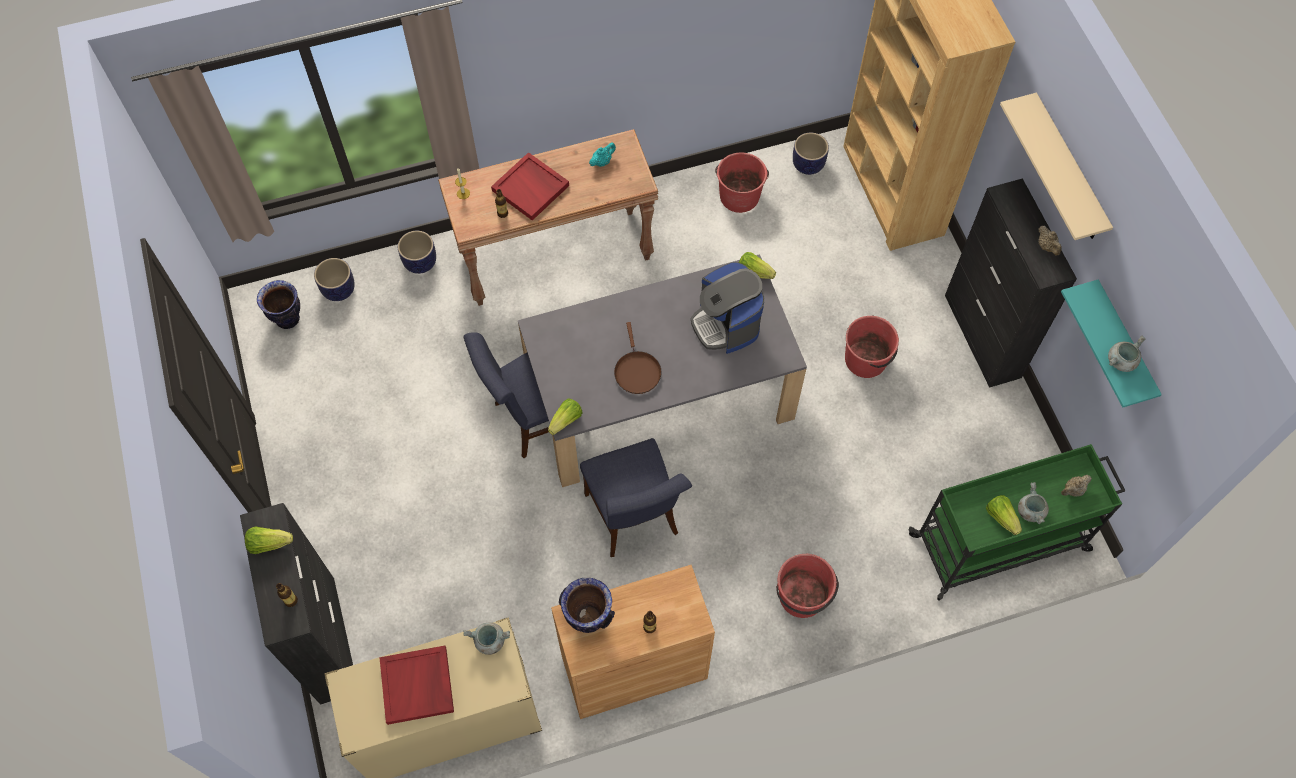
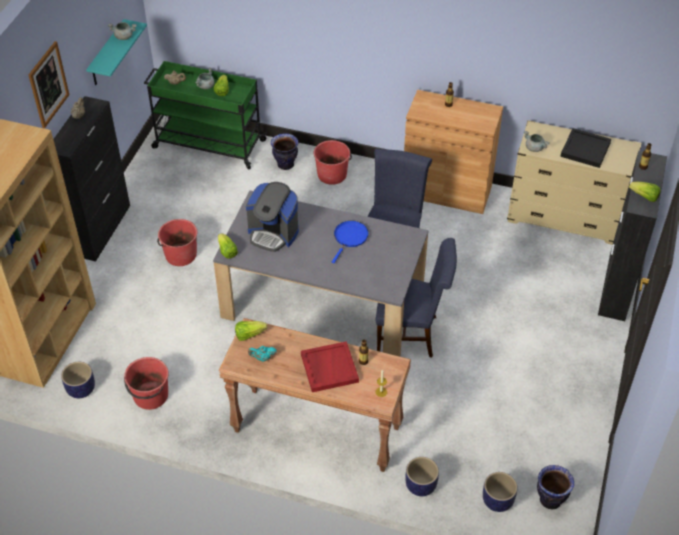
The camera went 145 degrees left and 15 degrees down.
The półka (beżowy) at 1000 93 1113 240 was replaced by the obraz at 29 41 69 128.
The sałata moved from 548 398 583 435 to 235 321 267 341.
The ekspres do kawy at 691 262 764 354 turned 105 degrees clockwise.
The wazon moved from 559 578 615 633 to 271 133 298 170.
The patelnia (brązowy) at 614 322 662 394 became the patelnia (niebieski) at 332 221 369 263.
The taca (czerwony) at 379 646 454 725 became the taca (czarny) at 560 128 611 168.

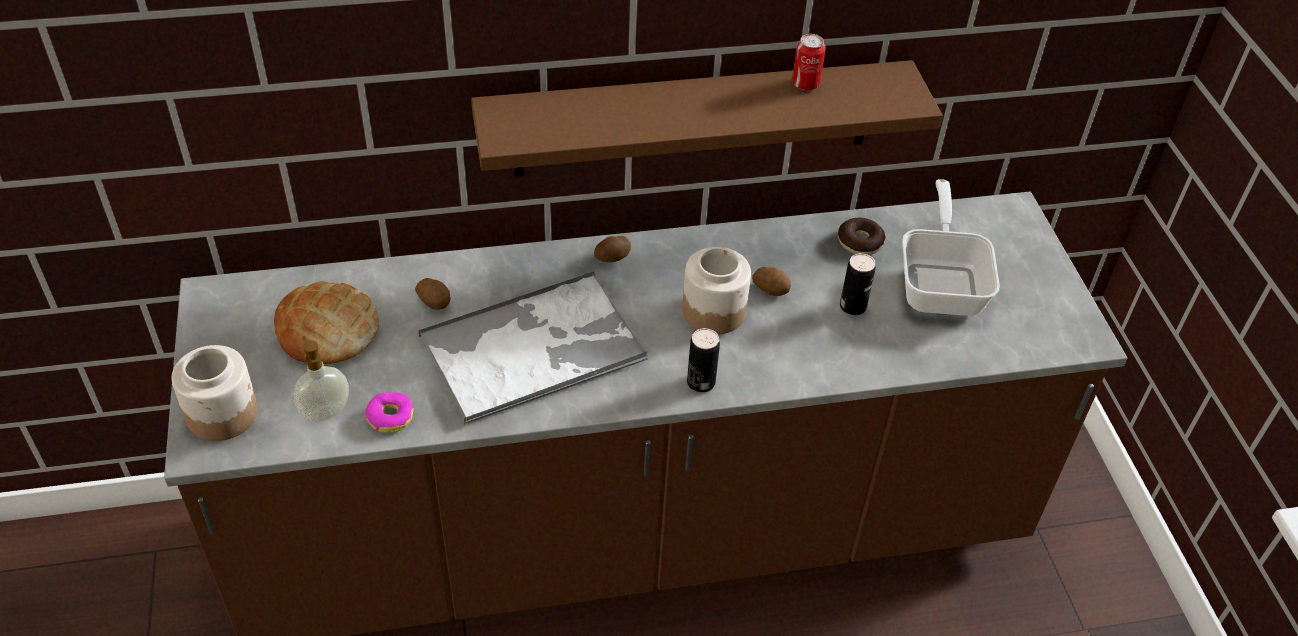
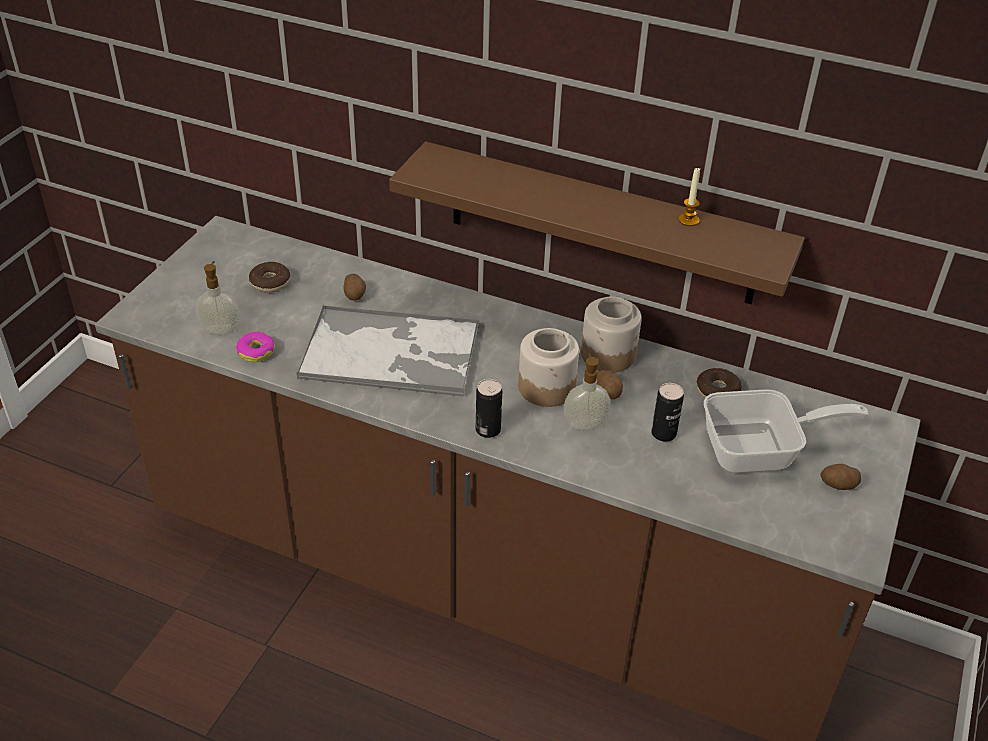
The camera went 35 degrees right and 5 degrees down.
The chleb at 274 281 379 364 was replaced by the donut at 249 262 290 293.
The dozownik mydła at 564 353 611 430 appeared.
The słoik moved from 171 345 258 441 to 581 296 642 373.
The puszka at 792 34 826 90 was replaced by the świeca at 678 167 700 226.
The patelnia at 902 179 1000 316 turned 45 degrees clockwise.
The ziemniak moved from 594 236 631 262 to 820 464 861 490.

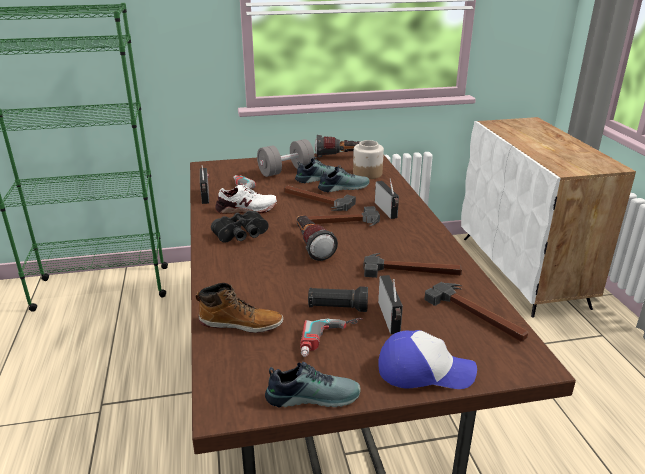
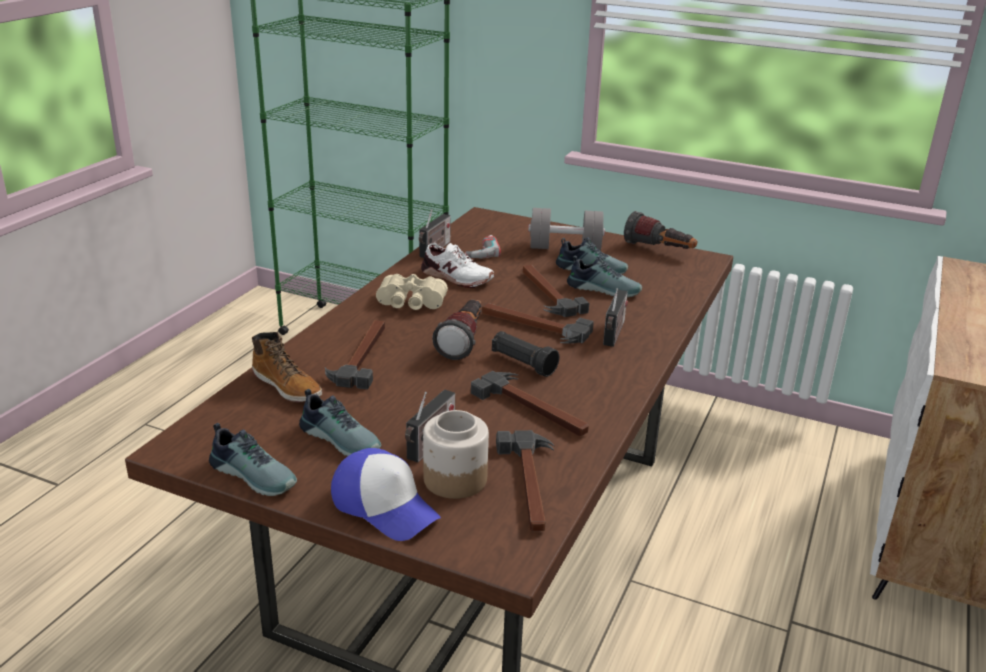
The camera went 35 degrees right and 0 degrees up.
The wiertarka at 300 318 363 357 was replaced by the but at 299 389 381 456.
The młotek at 325 320 385 390 appeared.
The lornetka (czarny) at 211 211 269 243 became the lornetka (beżowy) at 376 274 448 310.
The słoik moved from 353 140 384 179 to 423 410 489 499.
The latarka (czarny) moved from 308 286 368 312 to 492 331 559 377.

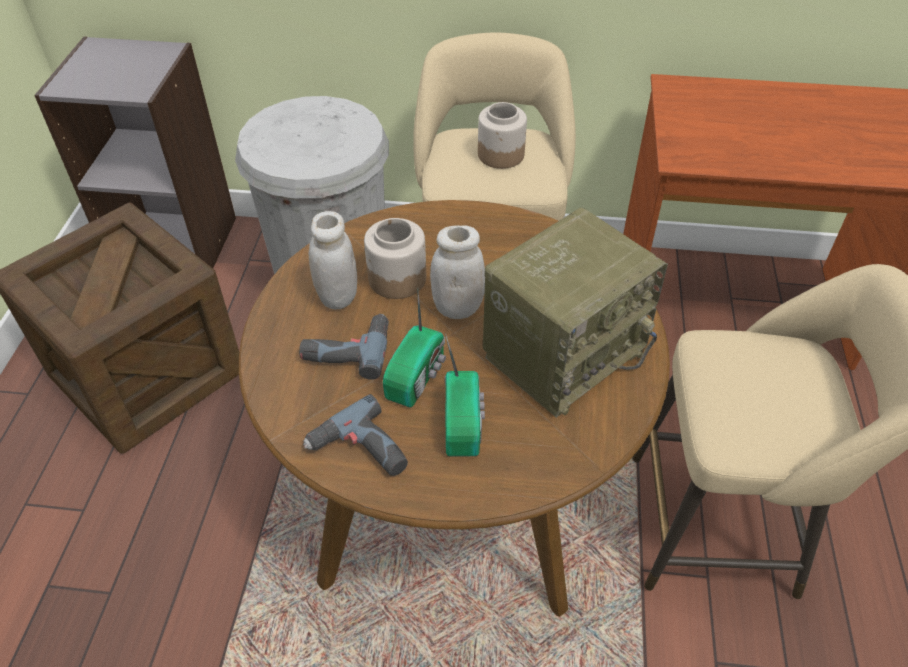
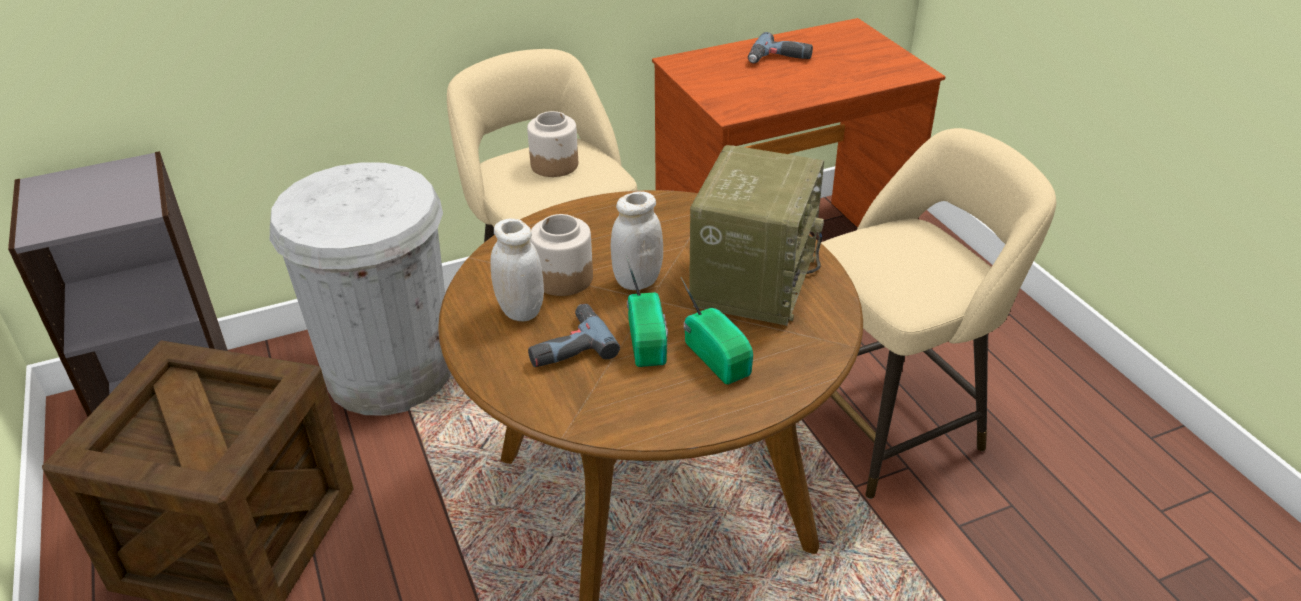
The camera went 30 degrees left and 10 degrees down.
The wiertarka moved from 303 394 408 476 to 748 32 813 63.

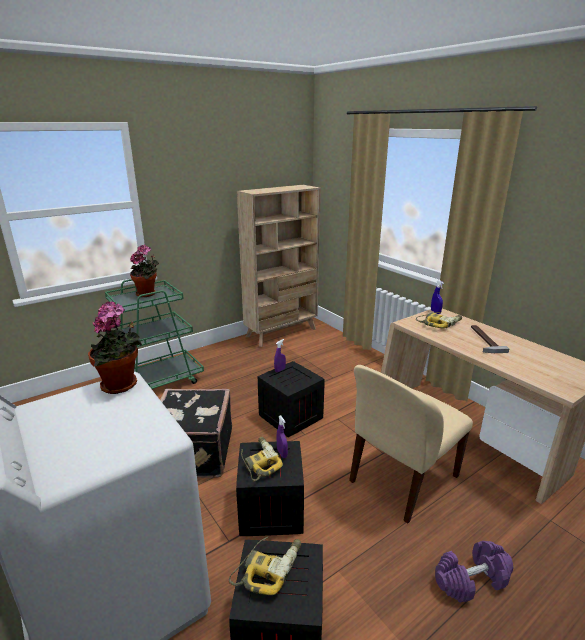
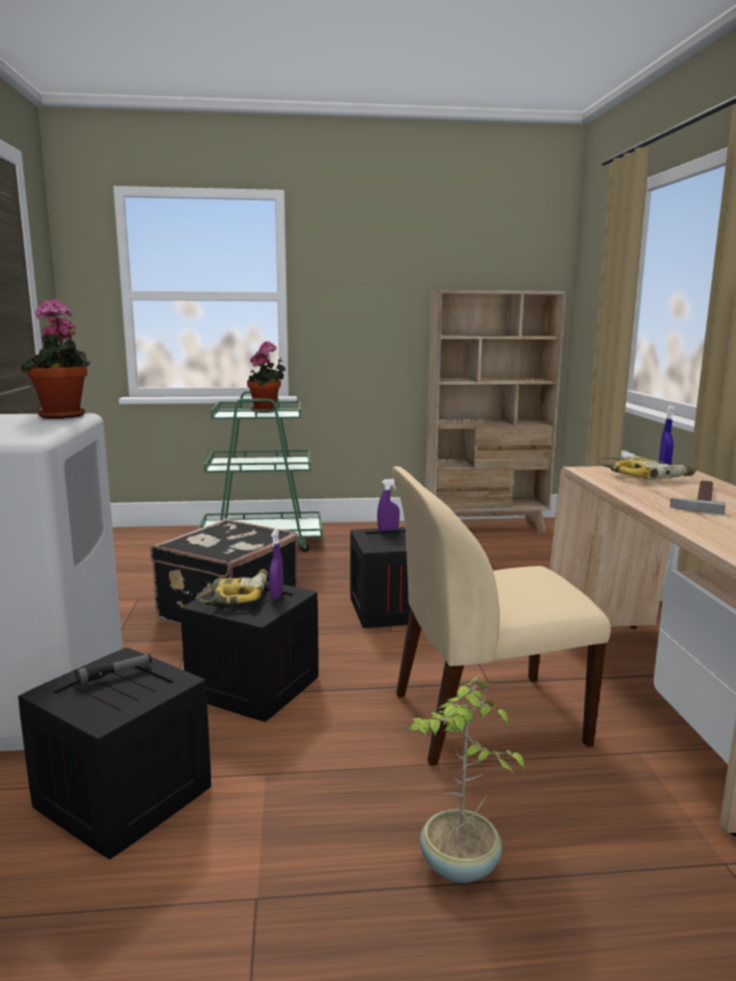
The camera went 30 degrees right and 10 degrees down.
The wiertarka at 229 537 301 595 was replaced by the latarka at 75 654 152 684.
The hantel (fioletowy) at 435 541 513 602 was replaced by the roślina doniczkowa at 408 677 526 883.

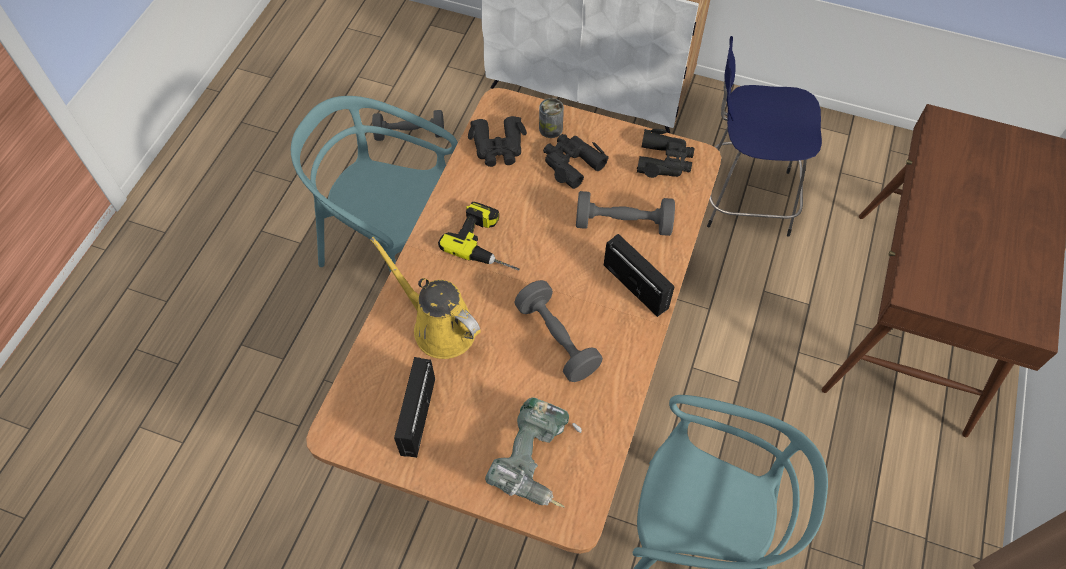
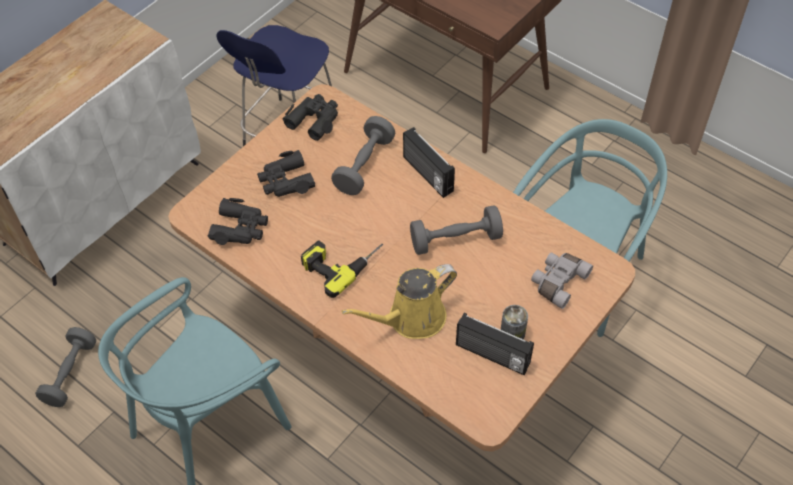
The camera went 70 degrees left and 5 degrees down.
The radio at 604 234 674 317 turned 105 degrees counterclockwise.
The puszka moved from 539 98 564 138 to 501 305 528 339.
The wiertarka at 485 397 582 508 was replaced by the lornetka (szary) at 531 252 593 309.

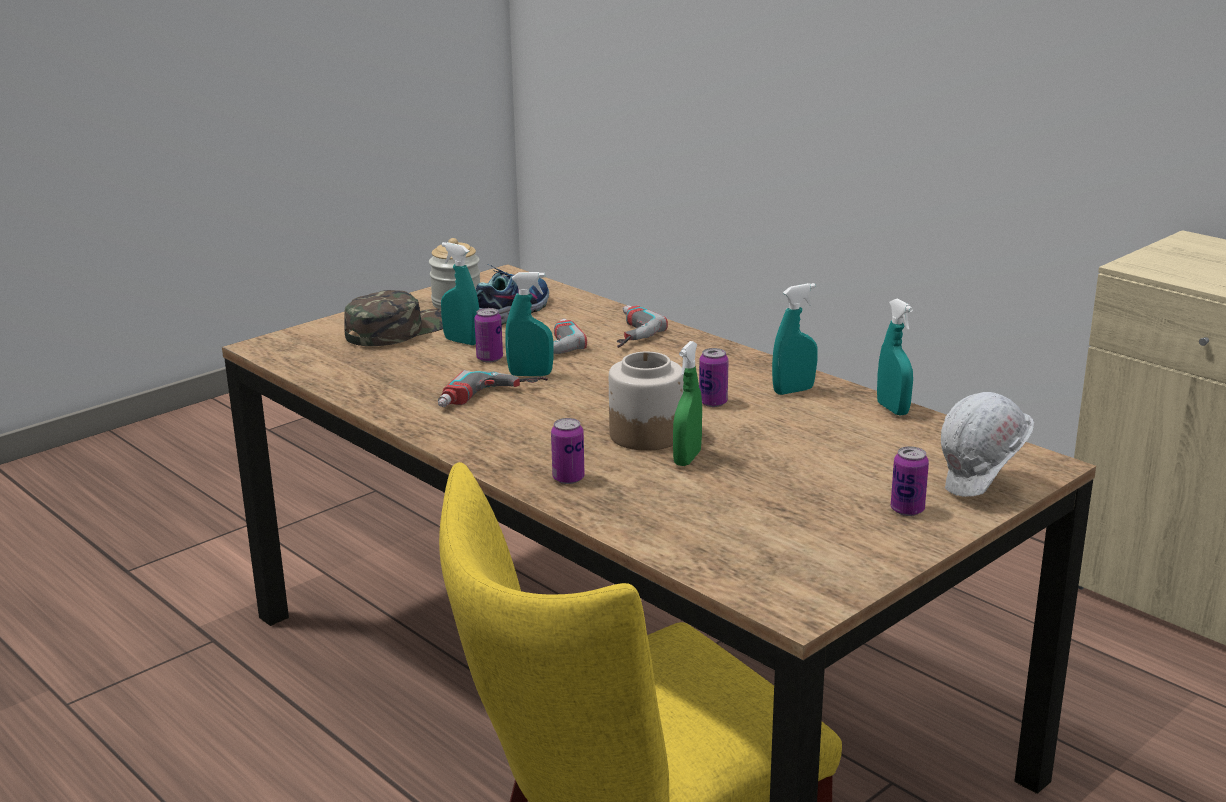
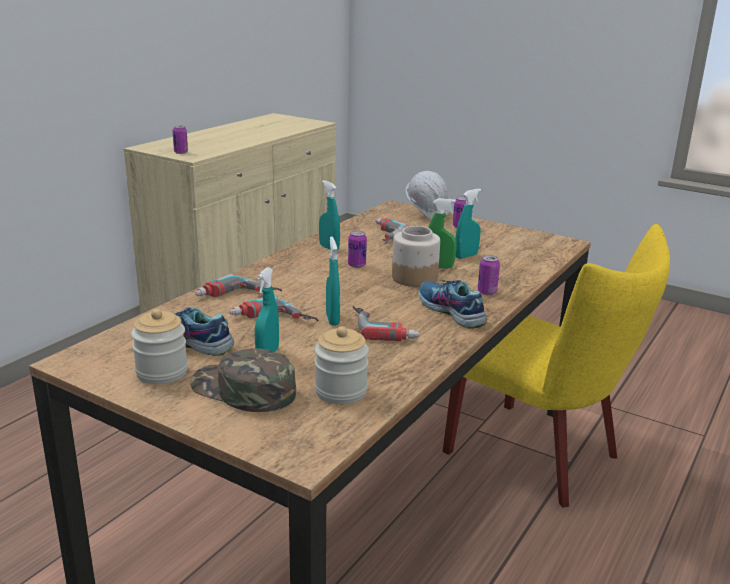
The camera went 105 degrees left and 0 degrees up.
The puszka moved from 474 308 503 363 to 172 126 188 154.
The słoik at 314 326 369 404 appeared.
The wiertarka at 375 218 409 244 appeared.
The but at 419 280 487 329 appeared.
The spryskiwacz (turkusowy) moved from 877 299 913 416 to 455 189 481 259.

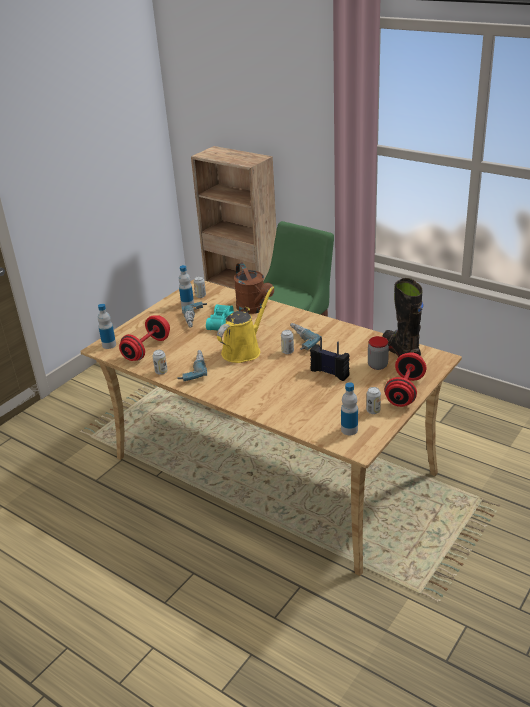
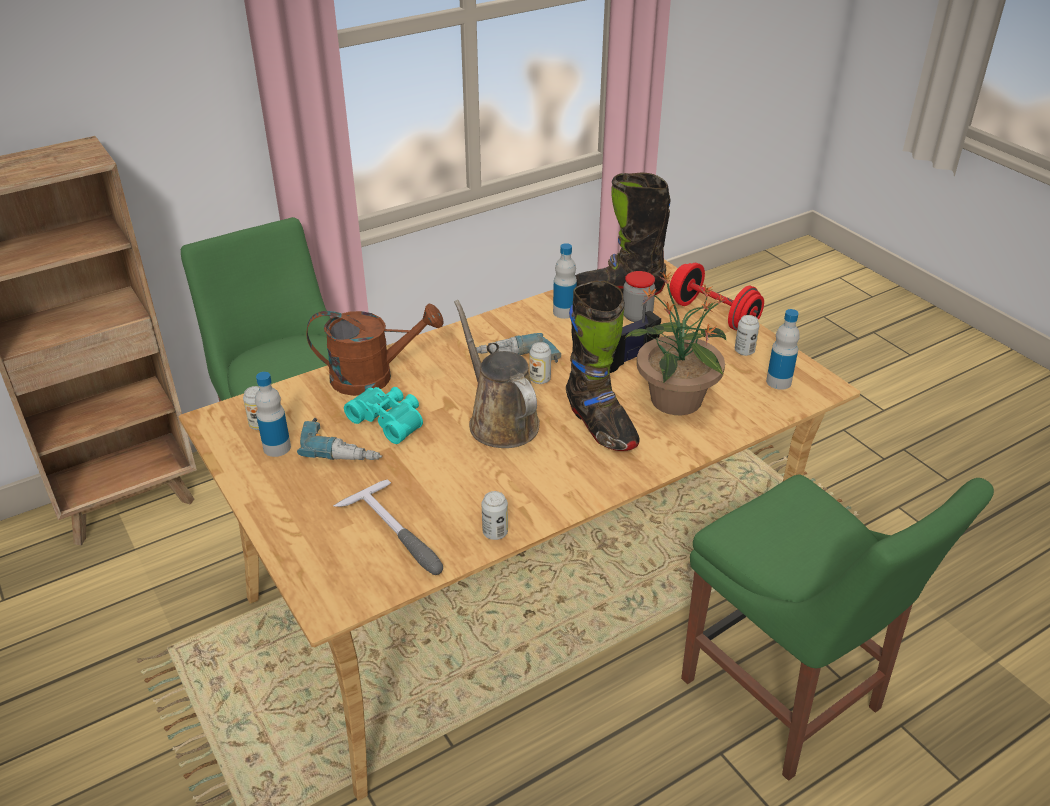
The camera went 70 degrees left and 5 degrees up.
The hantel (czerwony) at 119 316 170 361 was replaced by the młotek at 333 479 443 575.
The konewka (żółty) at 217 286 274 363 became the konewka (brązowy) at 454 300 540 448.
The butelka moved from 98 304 116 349 to 553 243 577 319.
The but z cholewką (czarny) at 566 280 640 451 appeared.
The roślina doniczkowa at 625 271 726 415 appeared.
The krzesło (zielony) at 681 475 994 781 appeared.
The wiertarka at 177 350 207 381 disappeared.

